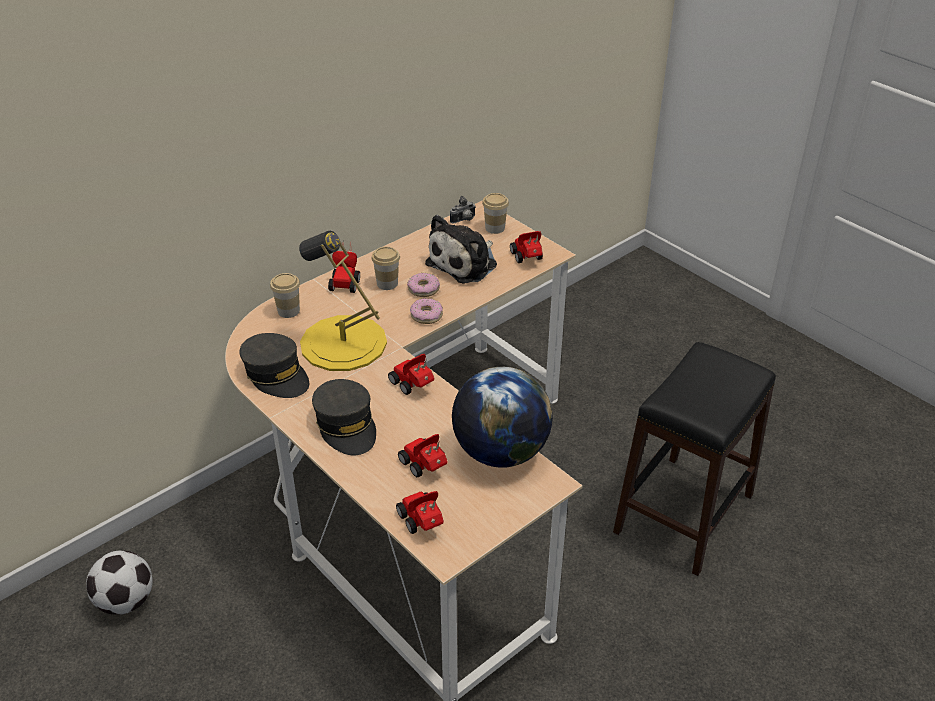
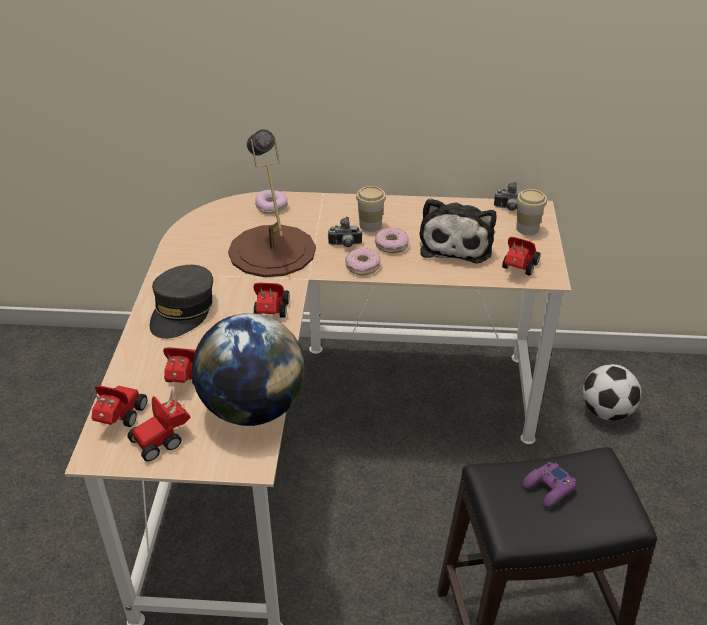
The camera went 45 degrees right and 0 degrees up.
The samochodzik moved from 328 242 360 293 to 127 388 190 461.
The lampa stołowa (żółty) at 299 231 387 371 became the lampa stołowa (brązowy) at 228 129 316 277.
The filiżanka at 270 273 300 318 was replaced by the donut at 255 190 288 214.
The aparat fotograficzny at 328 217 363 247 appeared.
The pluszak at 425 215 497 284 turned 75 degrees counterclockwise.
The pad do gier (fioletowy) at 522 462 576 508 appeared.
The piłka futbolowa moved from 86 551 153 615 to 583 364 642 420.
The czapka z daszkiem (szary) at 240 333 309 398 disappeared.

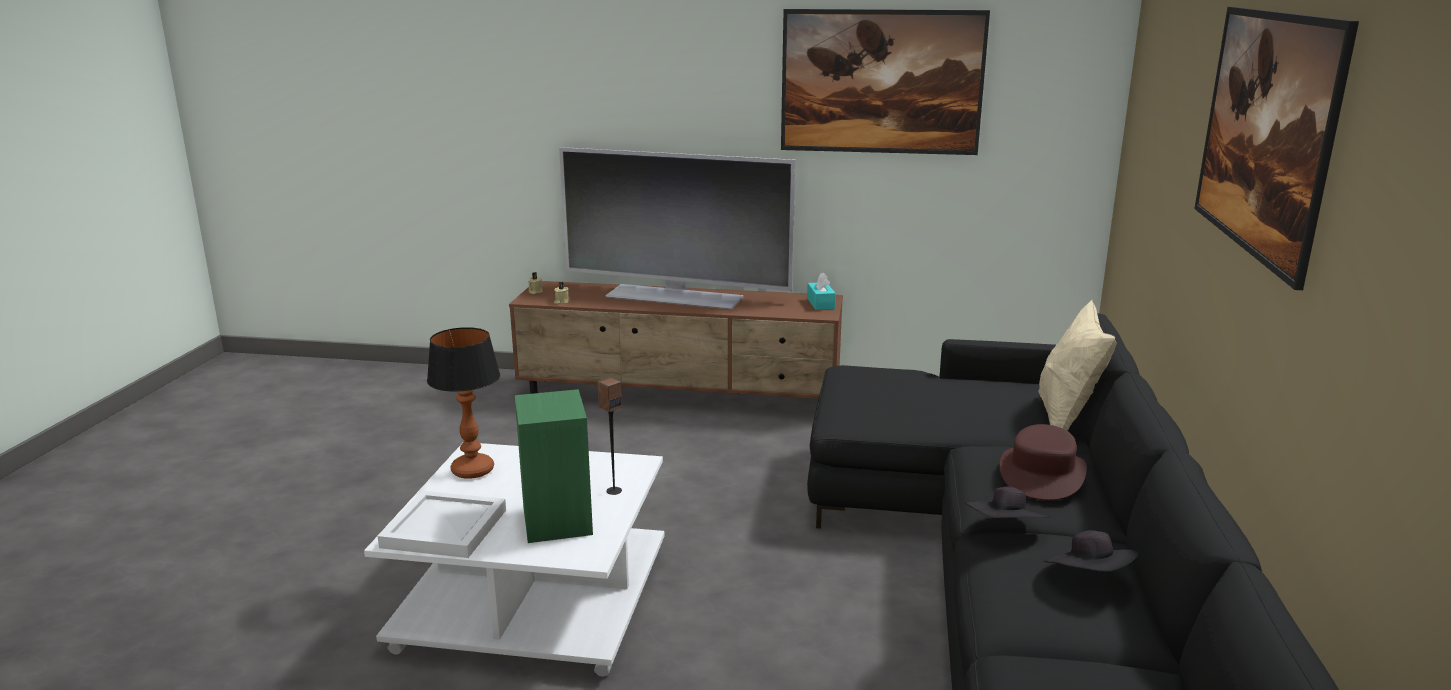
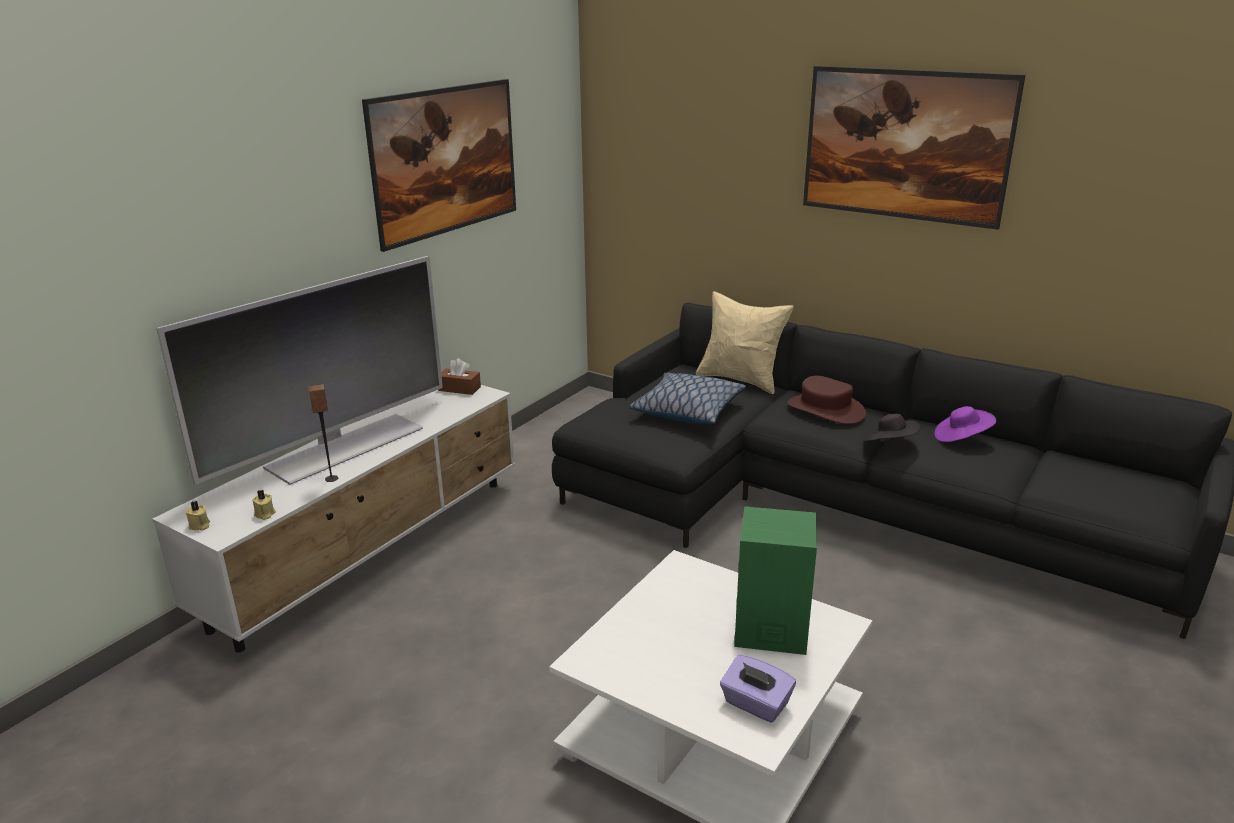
The camera went 65 degrees left and 5 degrees up.
The szafka pod telewizor (brązowy) at 509 281 843 399 became the szafka pod telewizor (biały) at 152 385 515 653.
The głośnik moved from 598 377 622 495 to 308 384 338 482.
The pudełko chusteczek (turkusowy) at 807 273 836 310 became the pudełko chusteczek (brązowy) at 438 358 481 395.
The poduszka at 630 373 746 424 appeared.
The taca (biały) at 378 491 506 558 was replaced by the pudełko chusteczek (fioletowy) at 720 655 796 723.
The kapelusz (czarny) at 1043 530 1138 572 became the kapelusz (fioletowy) at 935 406 996 442.
The lampa stołowa at 427 327 500 479 disappeared.

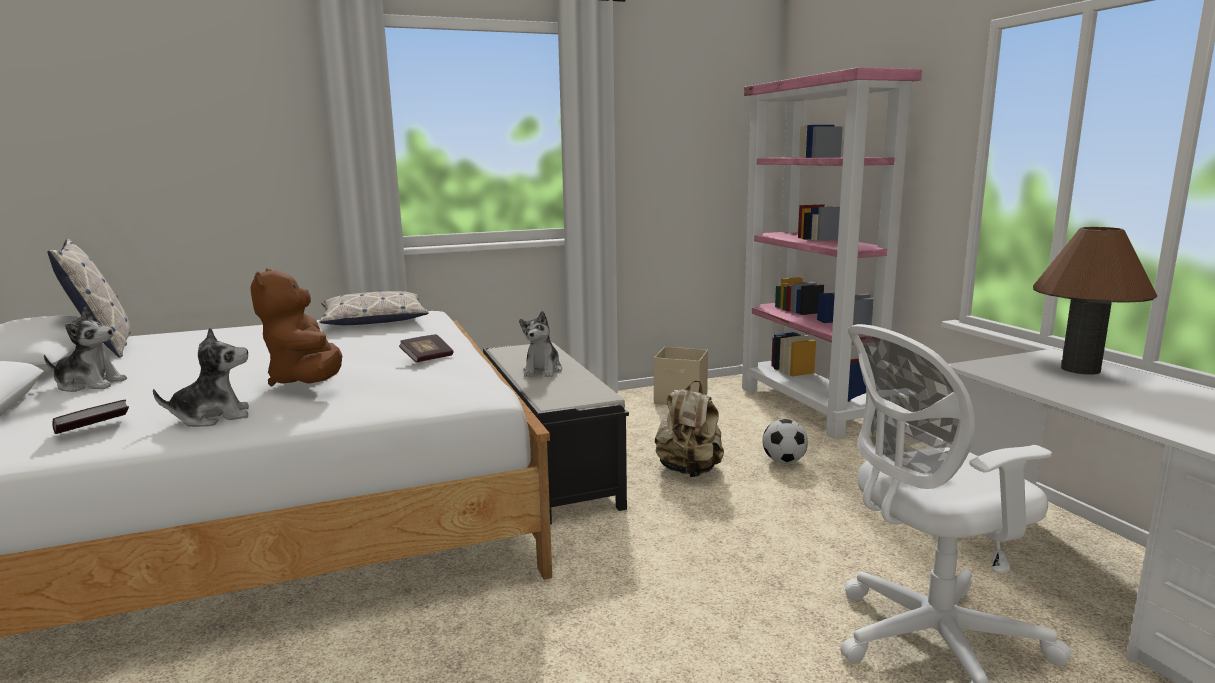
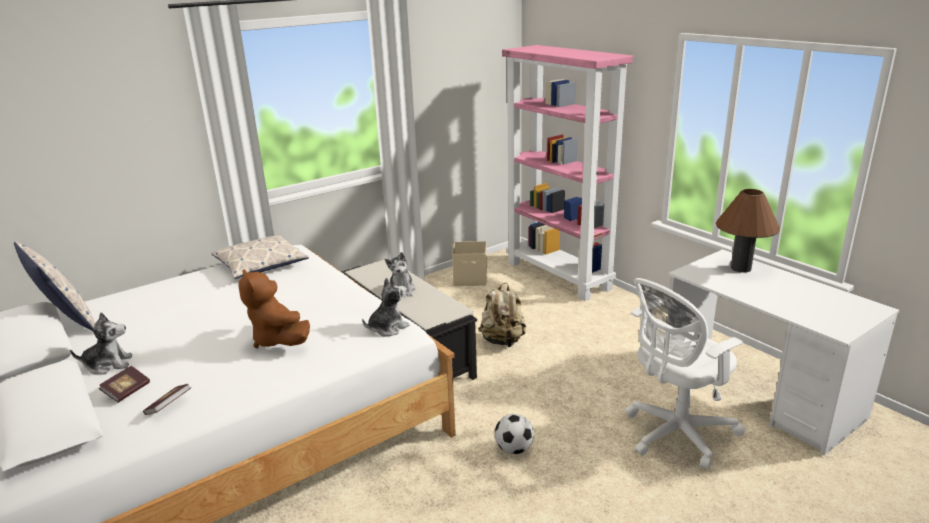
The camera went 15 degrees left and 10 degrees up.
The książka moved from 399 334 454 363 to 99 366 150 403.
The pluszak moved from 153 327 249 427 to 362 278 410 337.
The piłka futbolowa moved from 762 419 808 464 to 495 414 534 454.

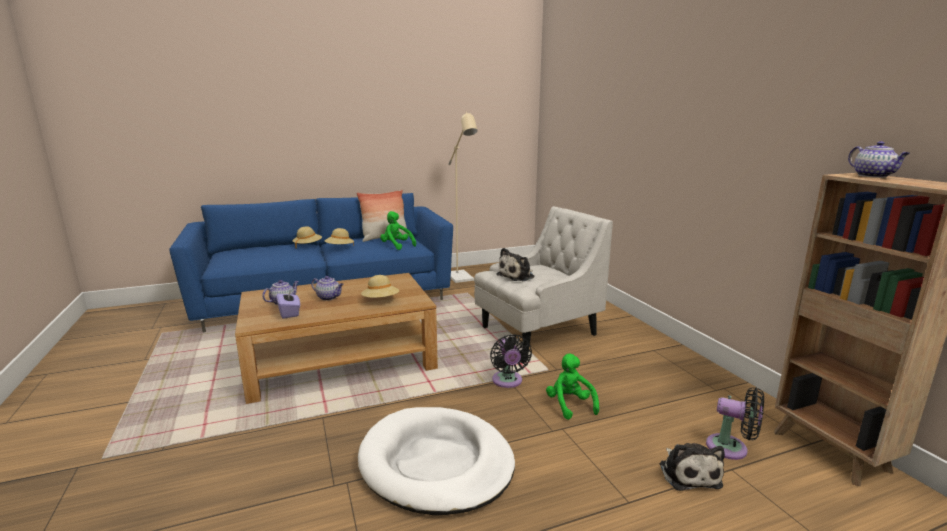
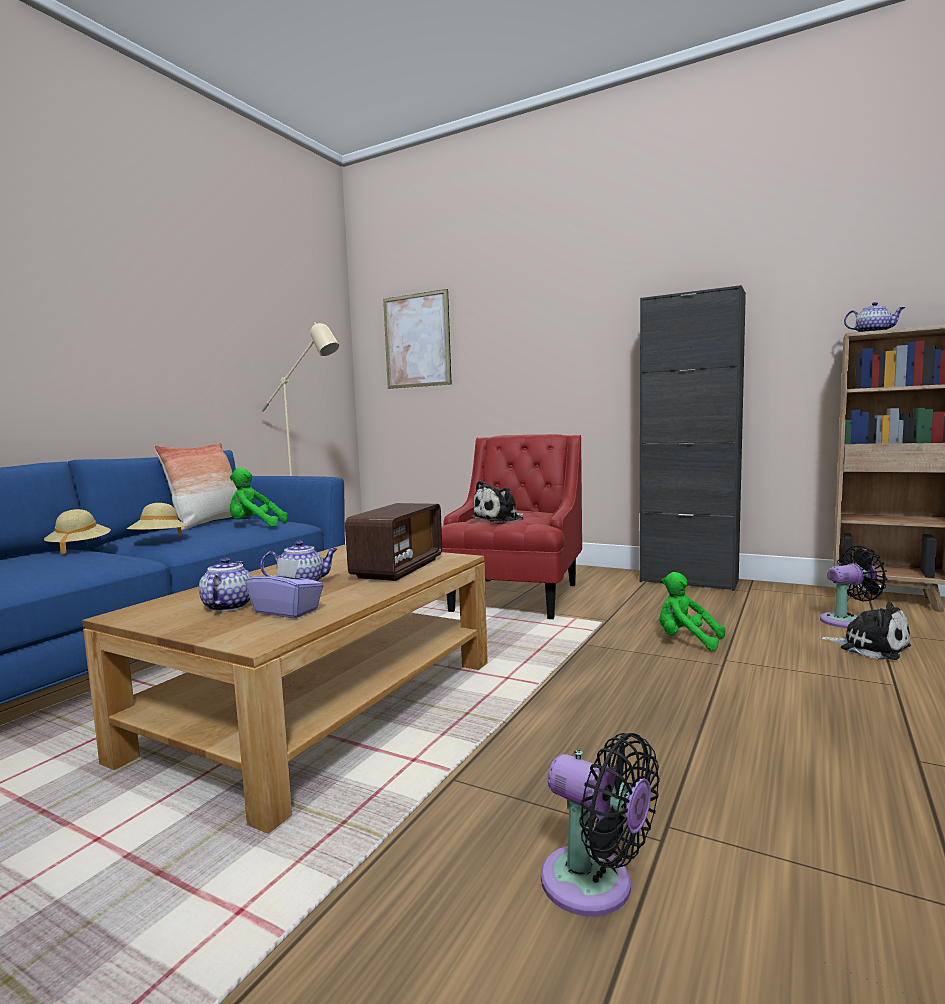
The camera went 40 degrees left and 10 degrees down.
The kapelusz (beżowy) at 361 275 399 298 was replaced by the radio at 345 503 442 581.
The obraz at 383 289 452 389 appeared.
The fotel (biały) at 474 206 613 353 became the fotel (czerwony) at 442 434 582 619.
The pluszak at 496 248 535 281 turned 45 degrees clockwise.
The wentylator (czarny) moved from 490 334 532 388 to 541 733 660 917.
The szafka (czarny) at 639 285 746 591 appeared.
The legowisko (biały) at 358 407 515 515 disappeared.

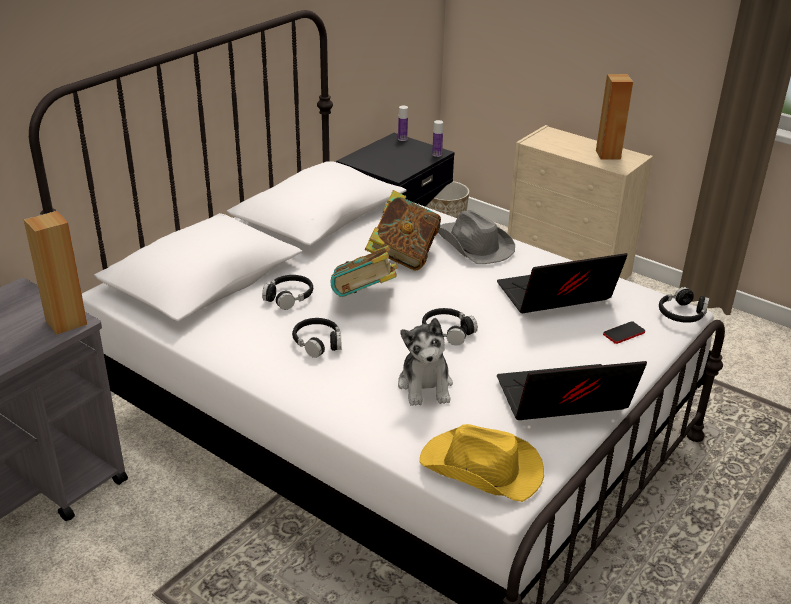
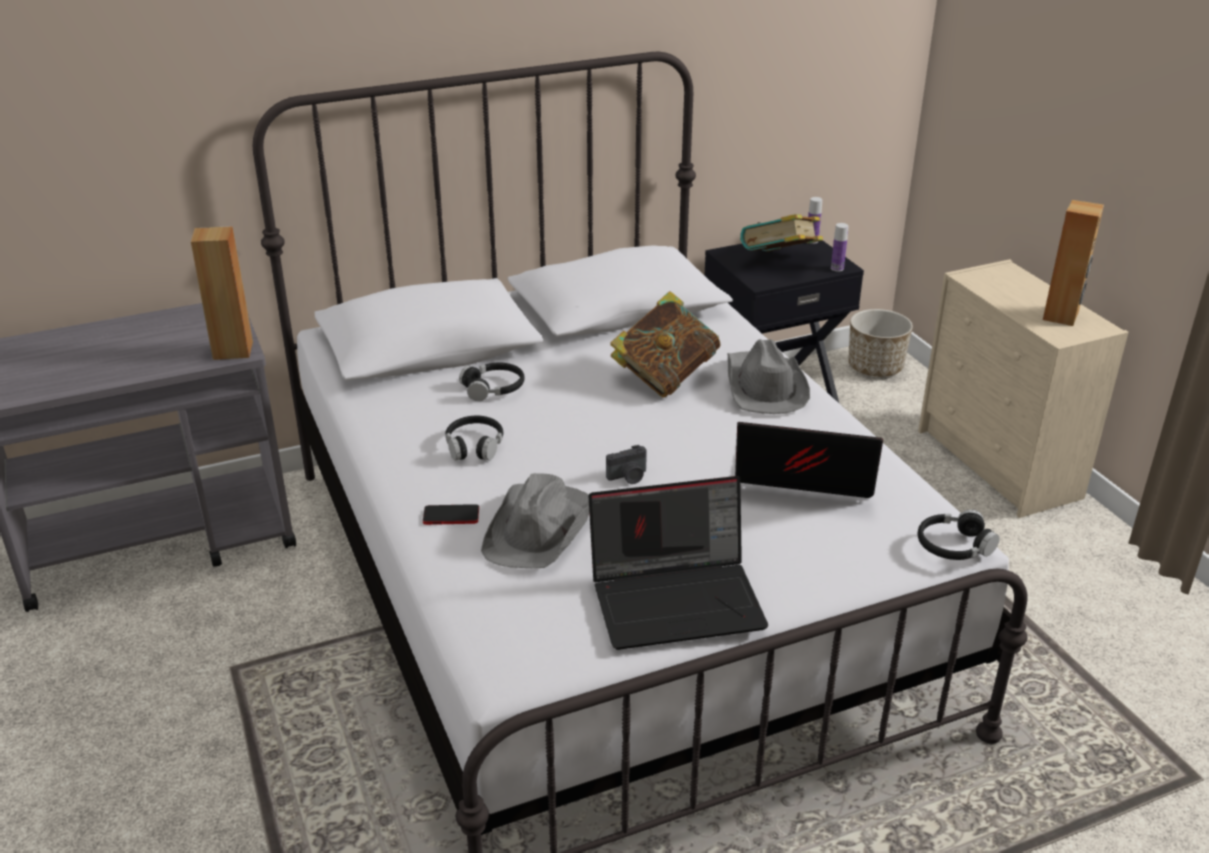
The camera went 30 degrees right and 0 degrees up.
The telefon moved from 603 321 645 344 to 423 504 479 525.
The pluszak at 398 318 453 406 was replaced by the kapelusz (szary) at 481 473 589 568.
The laptop at 497 361 647 420 turned 150 degrees clockwise.
The słuchawki (czarny) at 422 308 478 346 was replaced by the aparat fotograficzny at 606 445 647 484.
The książka moved from 330 245 397 297 to 740 214 823 251.
The kapelusz (żółty) at 420 424 544 502 disappeared.

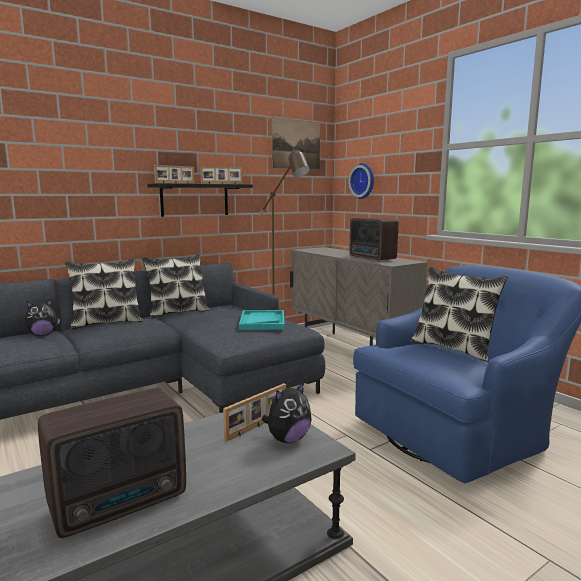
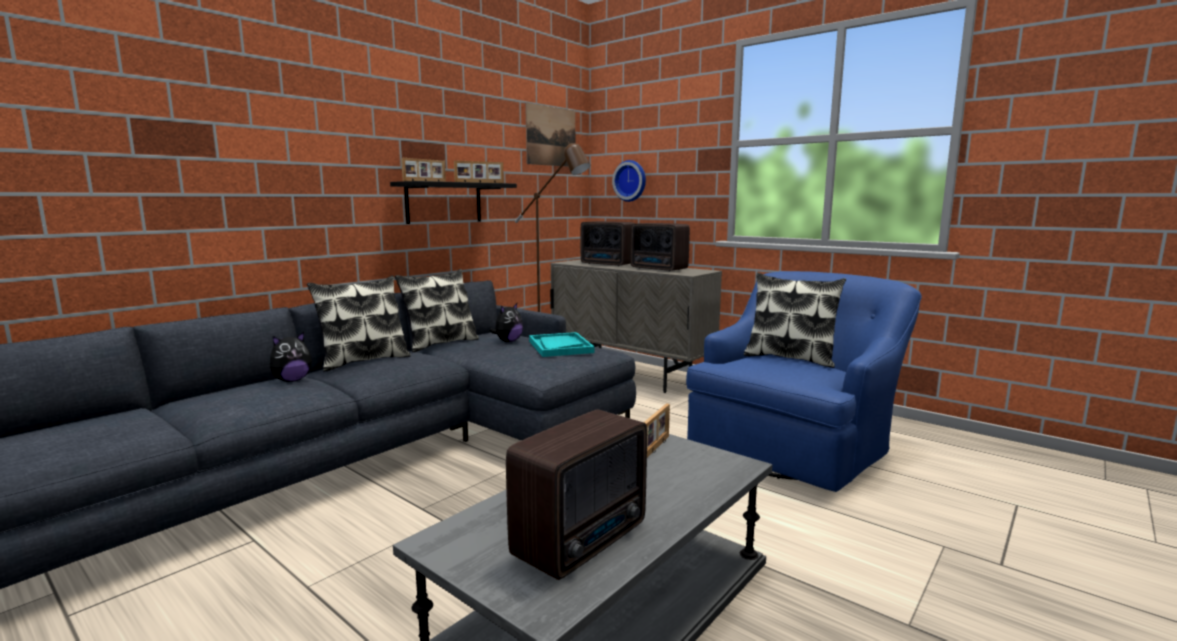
The camera went 15 degrees left and 0 degrees up.
The pluszak moved from 262 382 312 443 to 490 303 523 342.
The radio at 581 221 635 266 appeared.

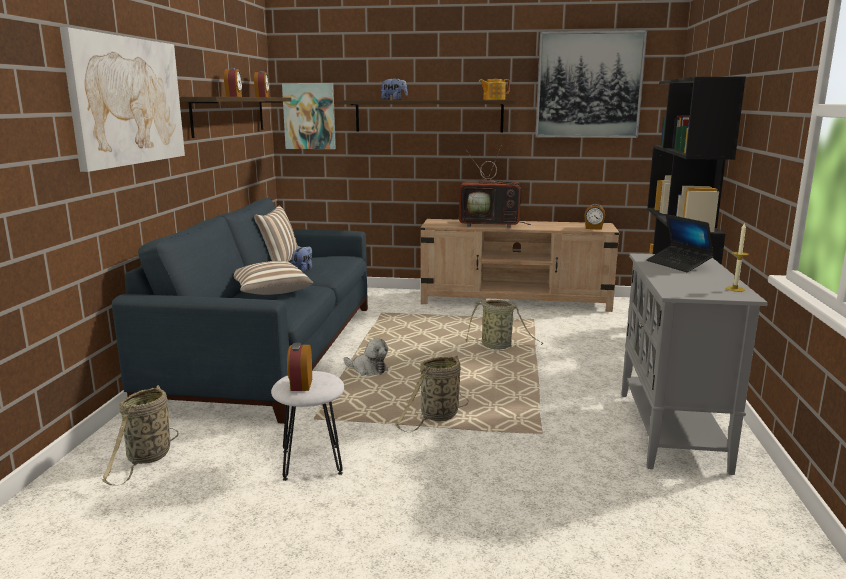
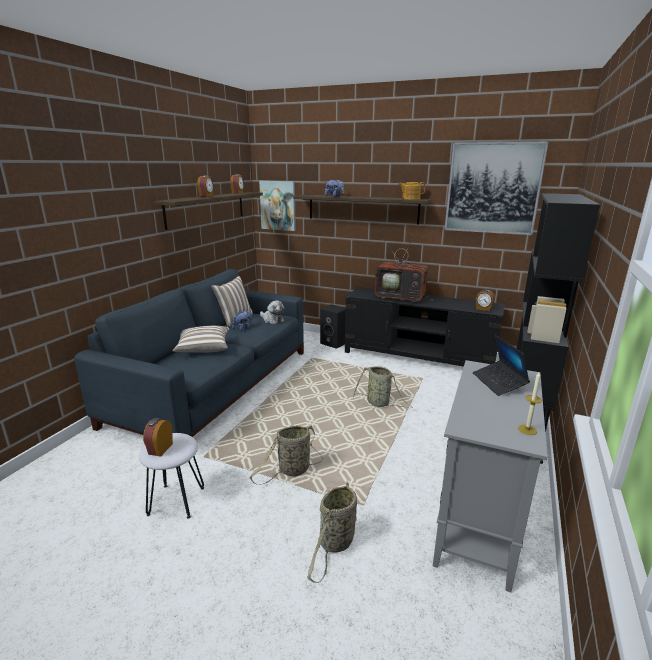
The camera went 15 degrees right and 5 degrees up.
The pluszak moved from 344 338 388 375 to 260 300 284 324.
The koszyk moved from 102 385 179 486 to 308 481 357 583.
The głośnik (czarny) at 320 304 346 349 appeared.
The szafka pod telewizor (beżowy) at 420 219 619 312 became the szafka pod telewizor (czarny) at 345 287 505 367.
The obraz at 60 27 185 172 disappeared.

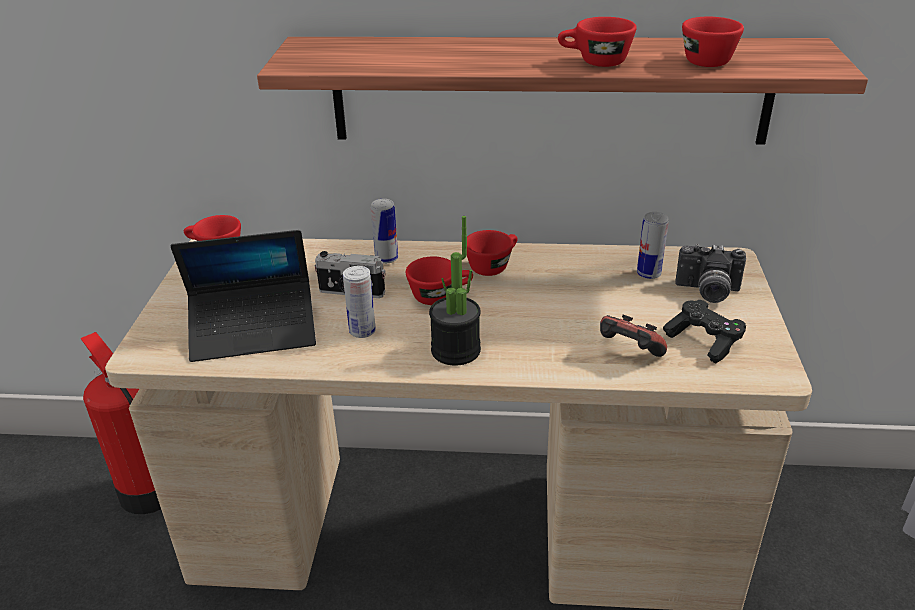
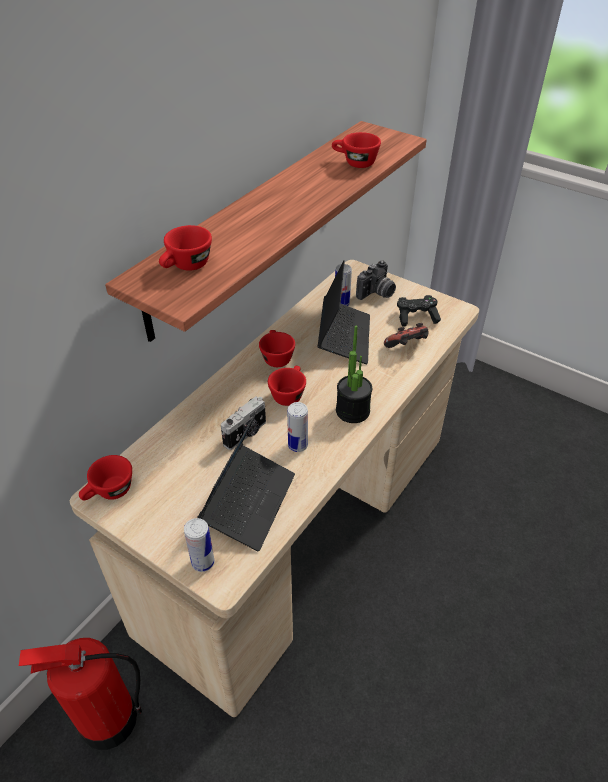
The camera went 60 degrees left and 10 degrees up.
The filiżanka (czerwony) moved from 558 17 637 67 to 159 225 212 271.
The puszka moved from 371 199 398 264 to 184 518 215 572.
The laptop at 318 260 370 364 appeared.

